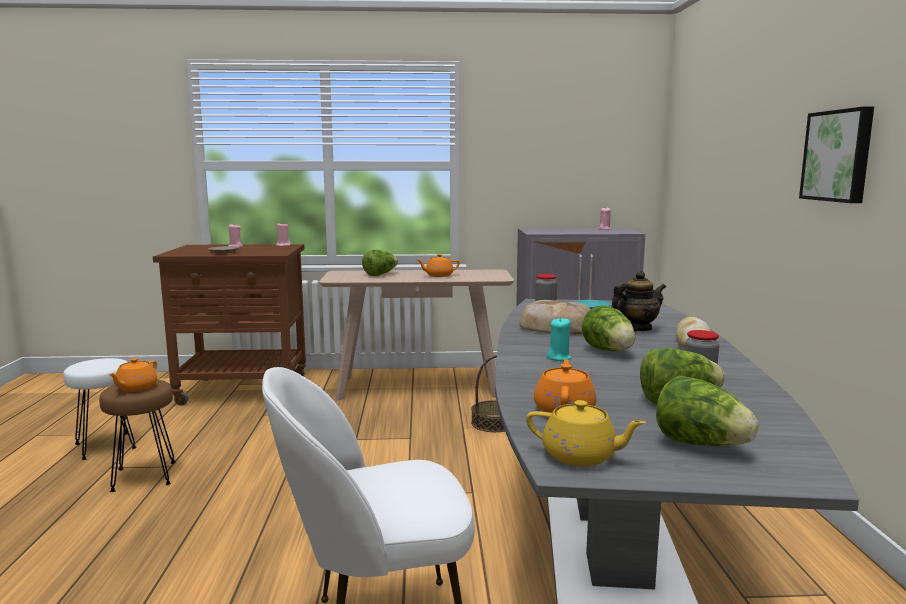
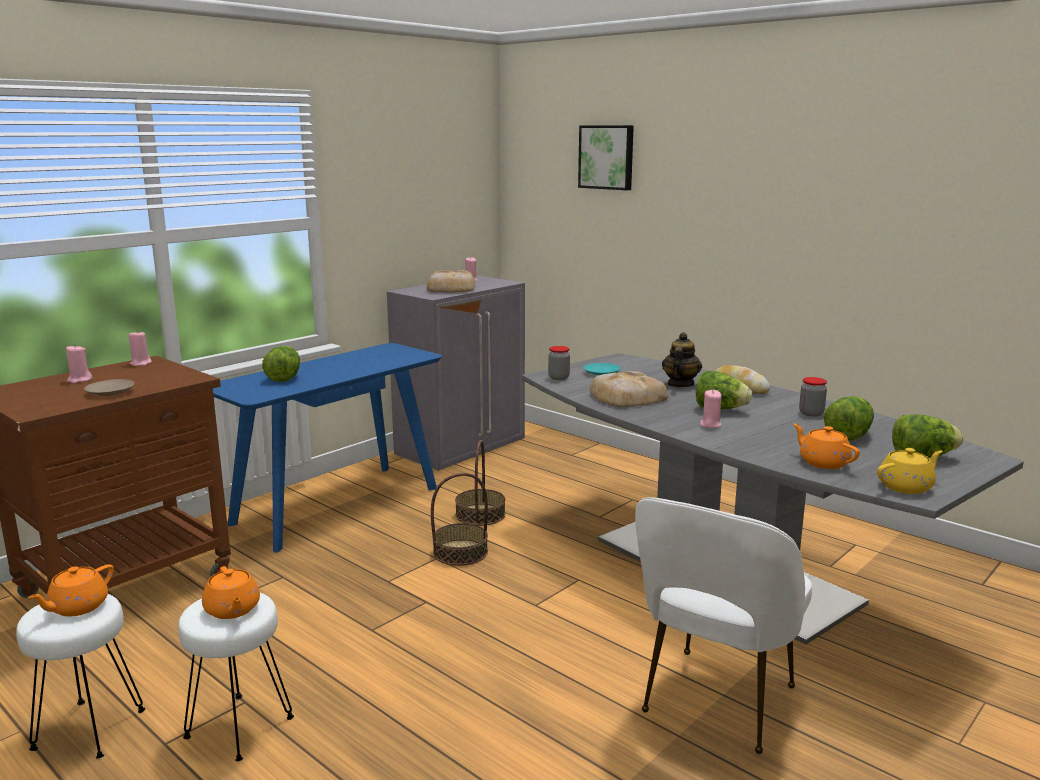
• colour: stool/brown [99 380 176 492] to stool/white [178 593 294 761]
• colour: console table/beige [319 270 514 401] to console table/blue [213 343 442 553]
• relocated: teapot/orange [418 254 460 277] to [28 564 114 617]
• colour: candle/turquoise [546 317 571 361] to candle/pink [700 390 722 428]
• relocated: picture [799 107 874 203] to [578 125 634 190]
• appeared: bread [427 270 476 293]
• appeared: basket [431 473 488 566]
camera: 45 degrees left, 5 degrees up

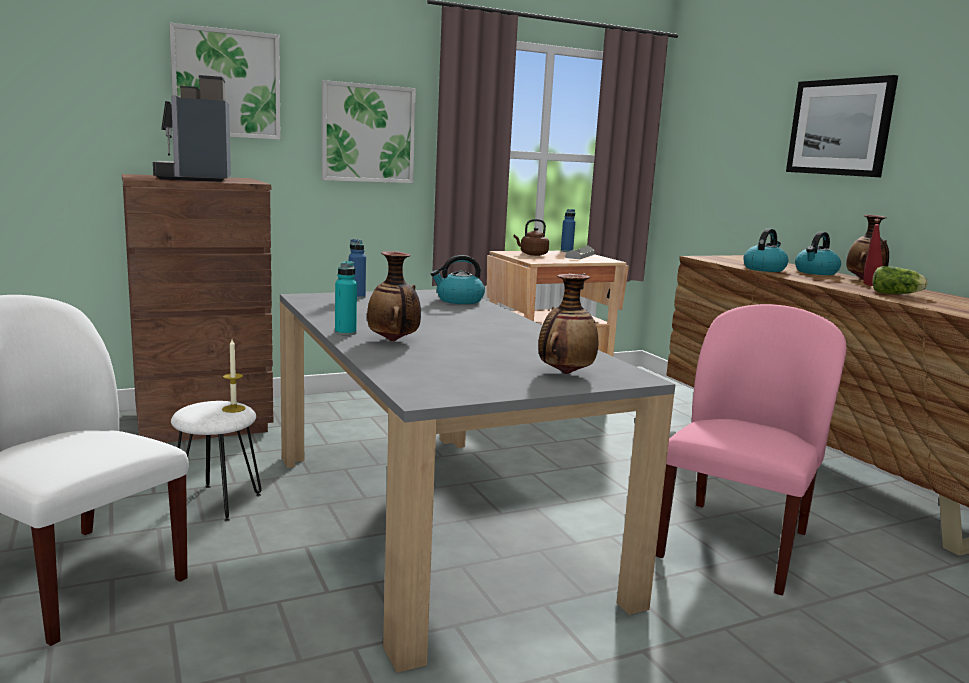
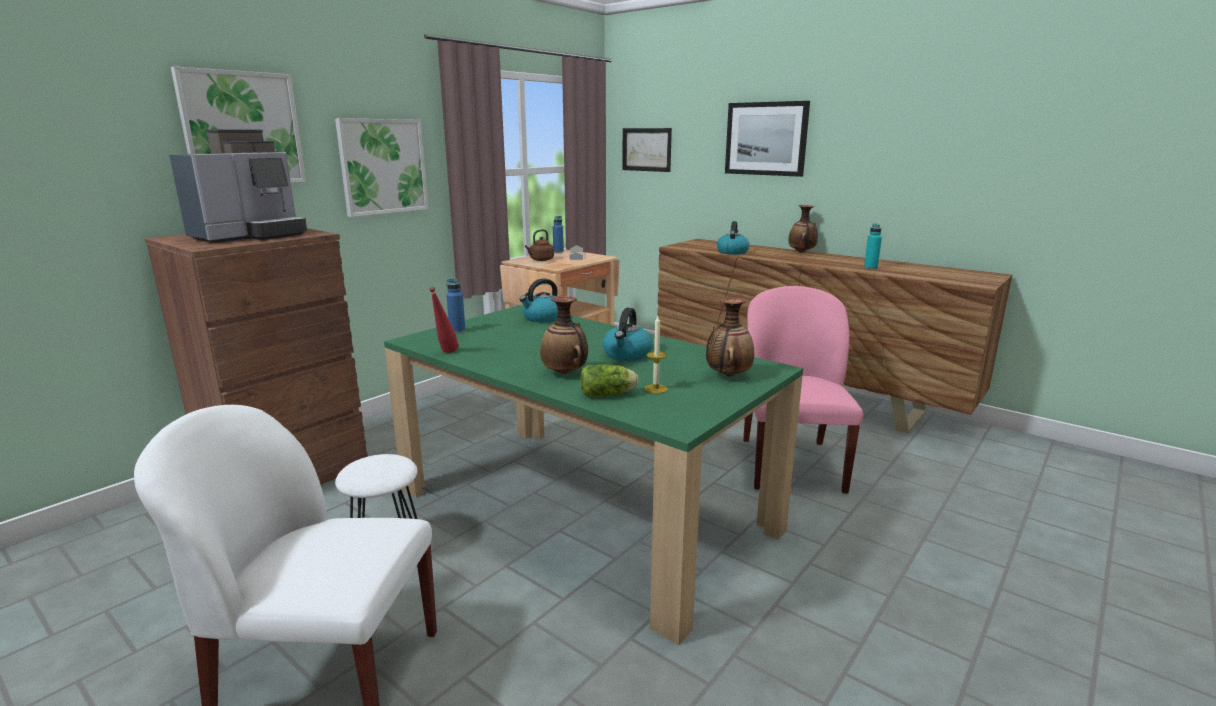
• spun: coffee machine [153 75 231 182] = [169 129 307 243] 105 degrees counterclockwise
• relocated: candle [222 339 245 413] to [644 316 668 394]
• colour: dining table/grey [280 289 675 673] to dining table/green [384 305 803 645]
• relocated: bottle/turquoise [335 261 357 336] to [864 223 882 269]
• relocated: kettle [795 232 841 275] to [603 308 653 361]
• relocated: bottle/red [863 219 883 286] to [429 287 459 353]
• relocated: lettuce [872 266 928 294] to [580 364 638 397]
• appeared: picture [622 128 672 172]
camera: 25 degrees left, 5 degrees up

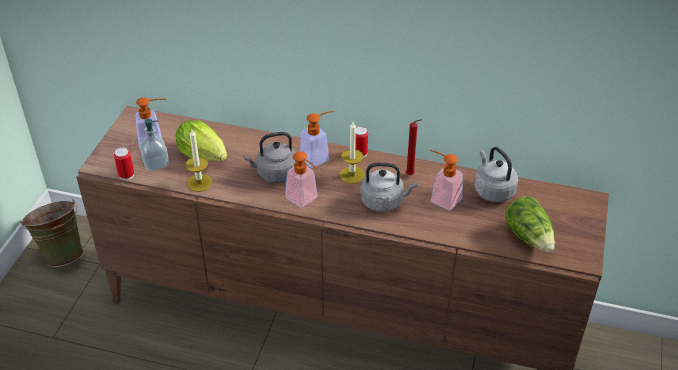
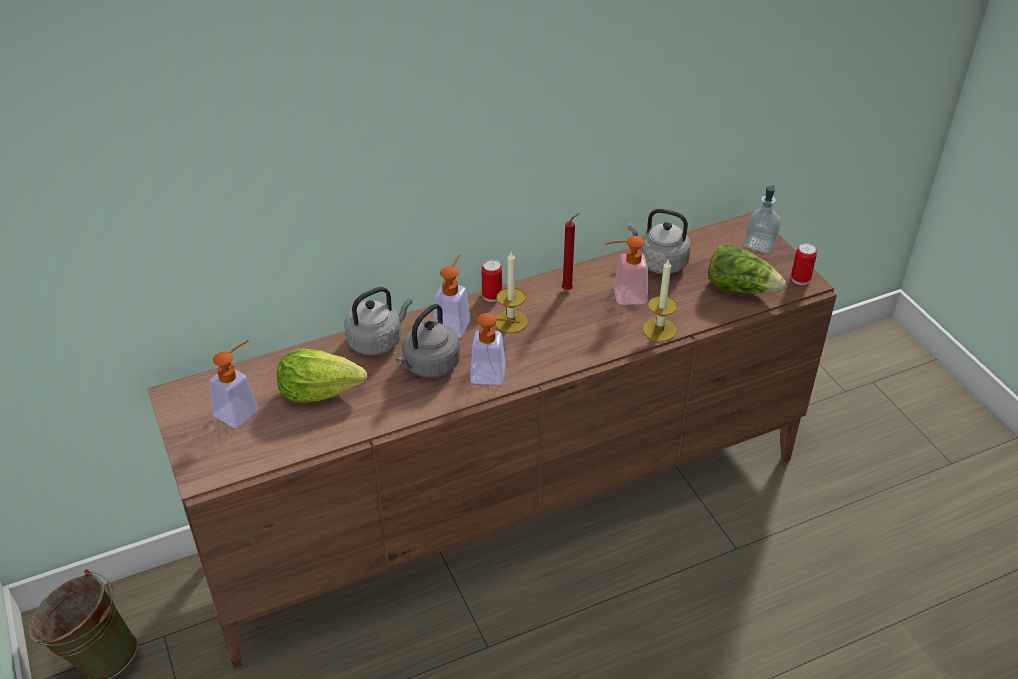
• relocated: can [114 148 134 180] to [791 243 817 285]
• relocated: soap dispenser [140 119 169 172] to [744 185 781 253]
• relocated: candle [186 130 212 192] to [643 258 677 342]
• relocated: kettle/grey [360 162 417 212] to [344 287 412 355]
camera: 40 degrees left, 0 degrees up

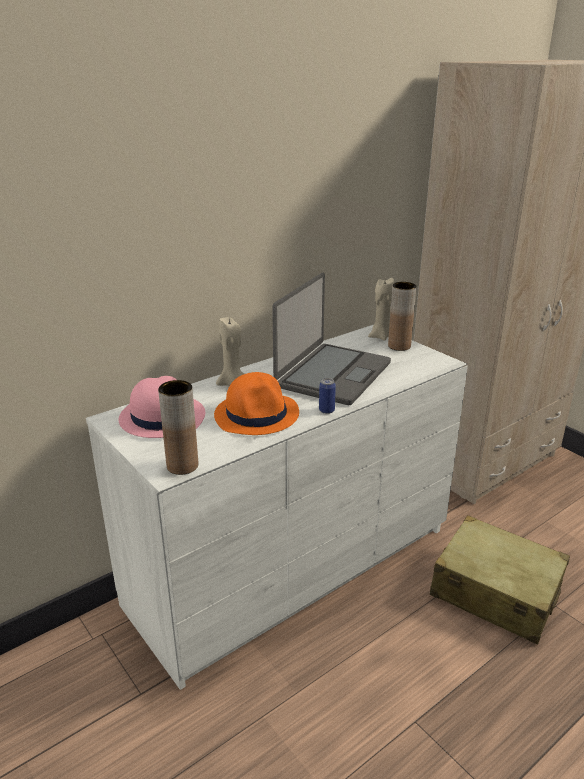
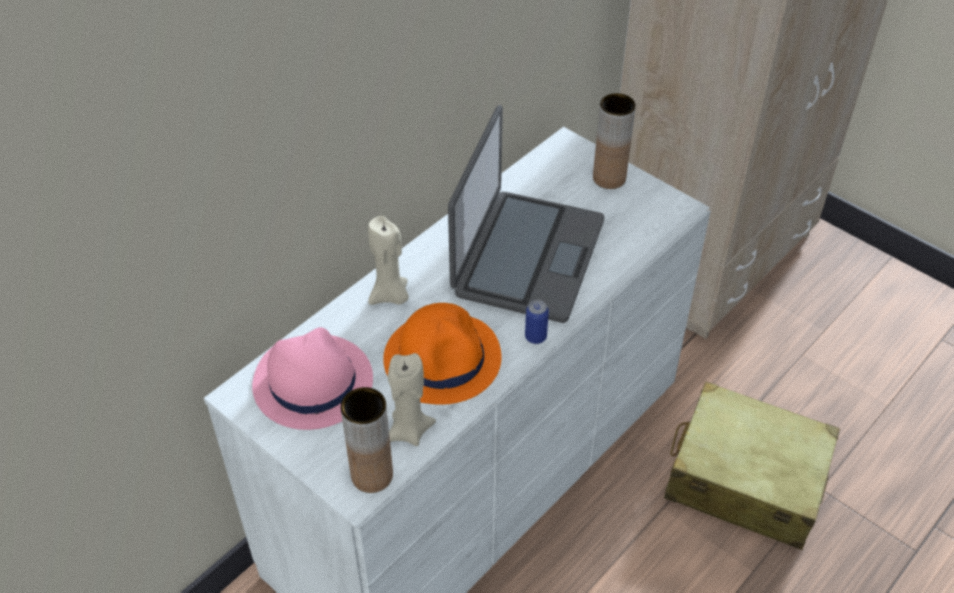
• relocated: candle/beige [368 278 394 341] to [388 353 436 446]
camera: 10 degrees left, 20 degrees up

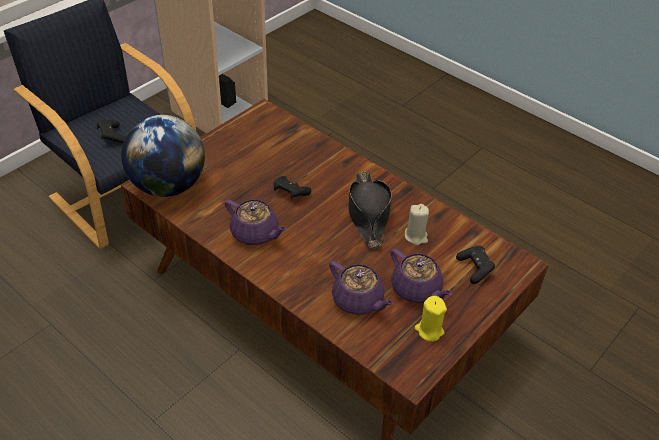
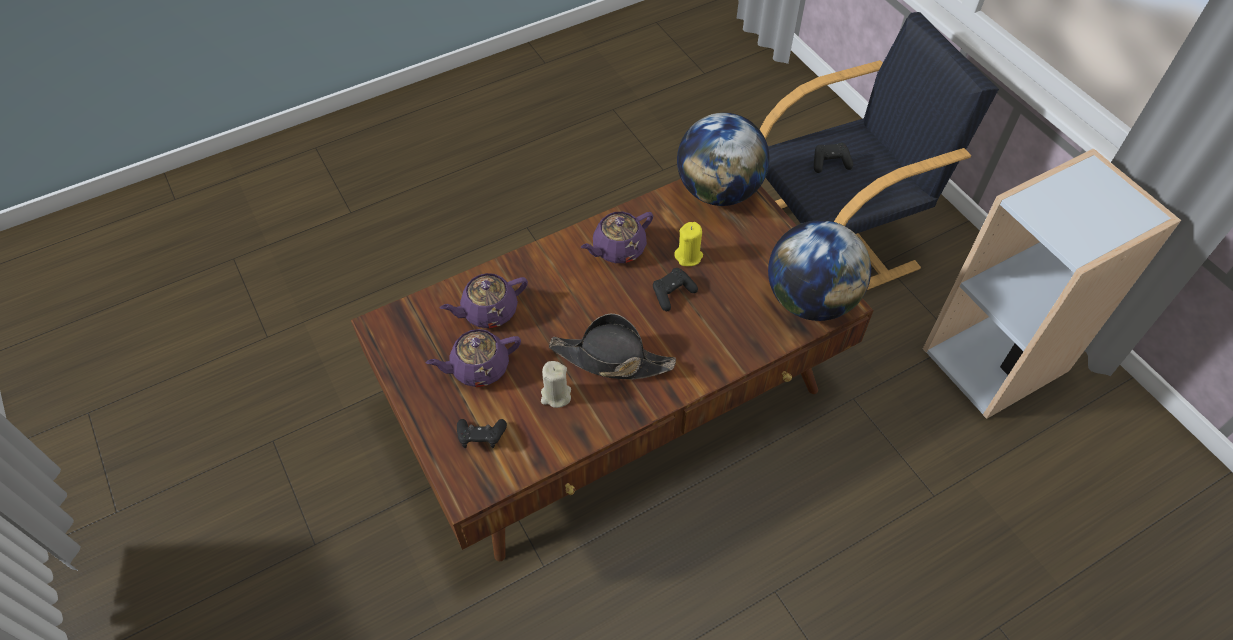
• relocated: candle/yellow [415 296 447 342] to [674 222 703 266]
• appeared: globe [768 220 871 321]
camera: 110 degrees right, 10 degrees up

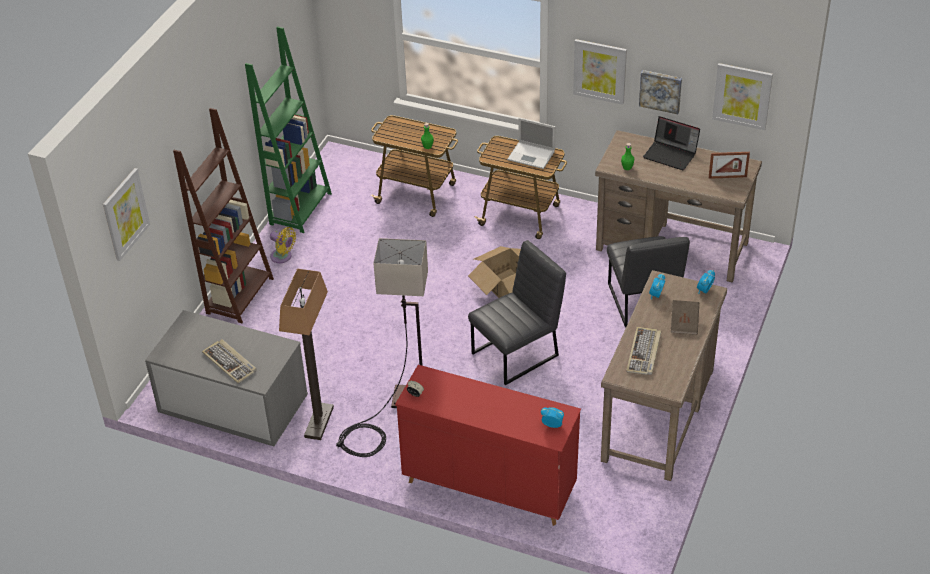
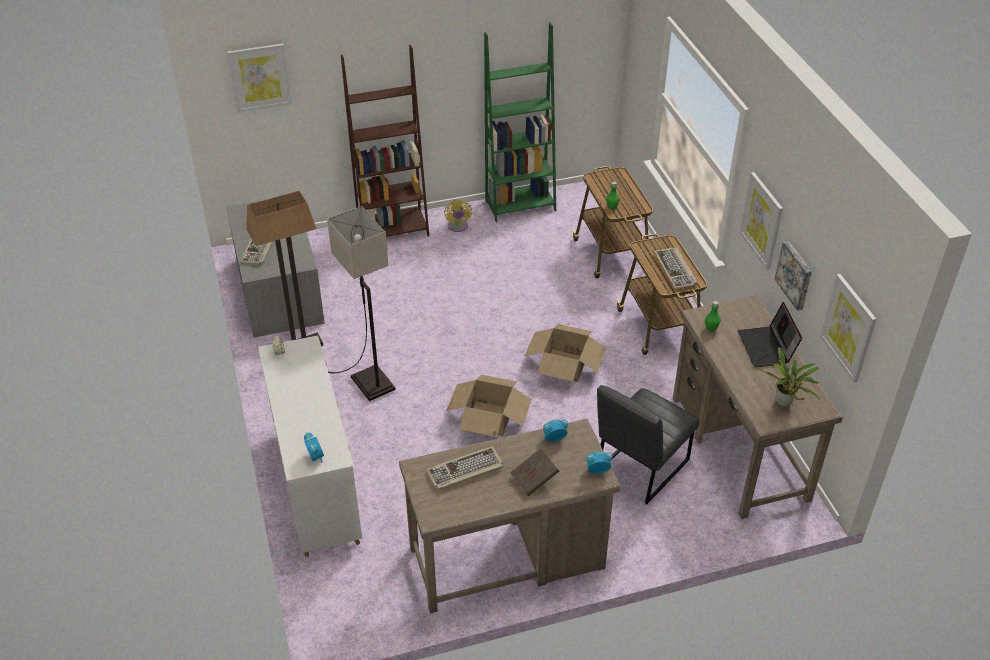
• colour: cabinet/red [395 365 581 526] to cabinet/white [258 335 362 557]
• exchanged: chair/grey [468 240 566 385] to cardboard box [446 375 532 437]
• exchanged: laptop [507 118 555 169] to keyboard [654 247 697 289]
• exchanged: picture frame [709 152 750 179] to potted plant [753 348 820 407]
camera: 50 degrees right, 0 degrees up

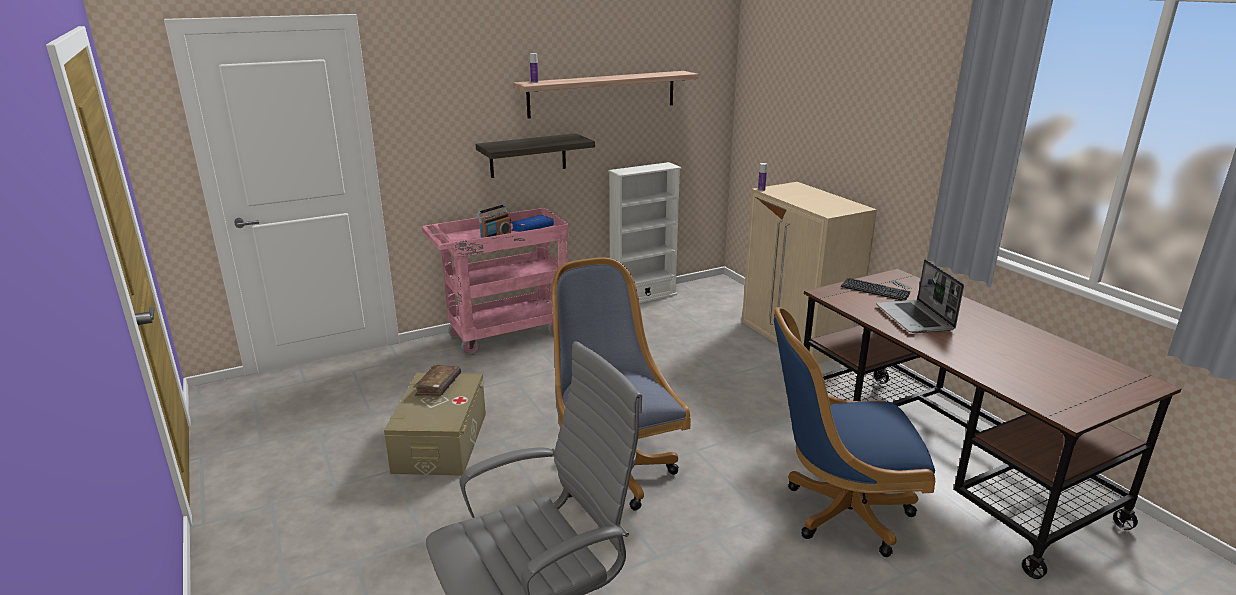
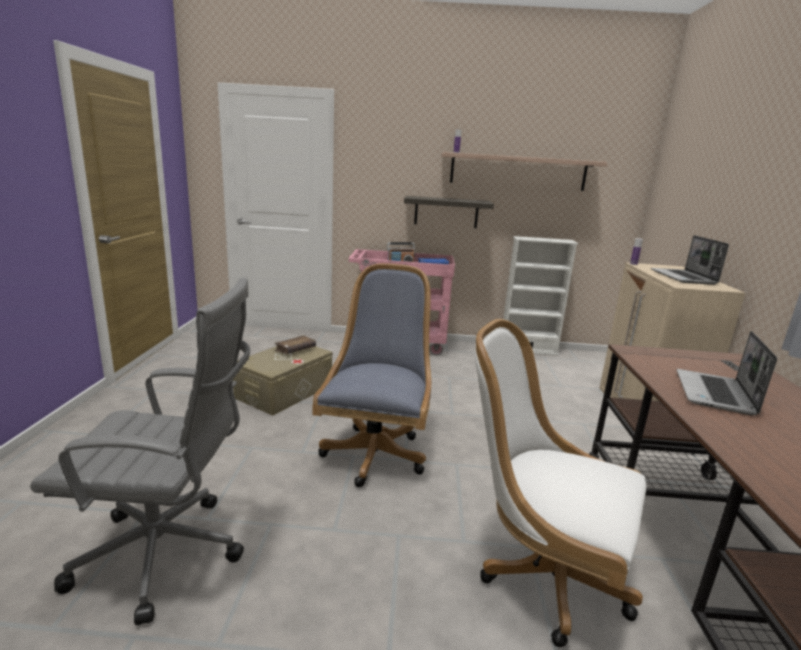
• colour: office chair/blue [774 307 935 557] to office chair/white [475 319 646 647]
• missing: keyboard [841 278 911 301]
• appeared: laptop [651 235 729 285]
camera: 30 degrees right, 5 degrees down

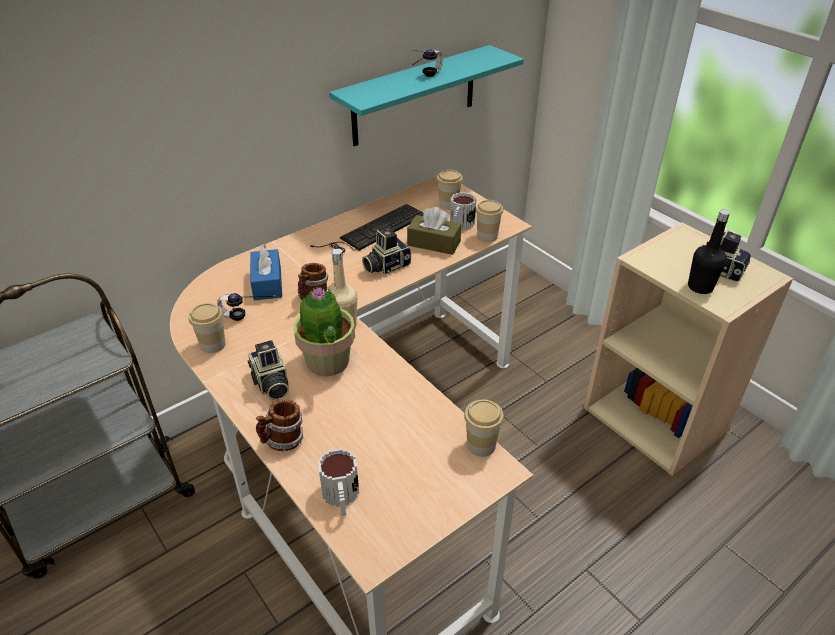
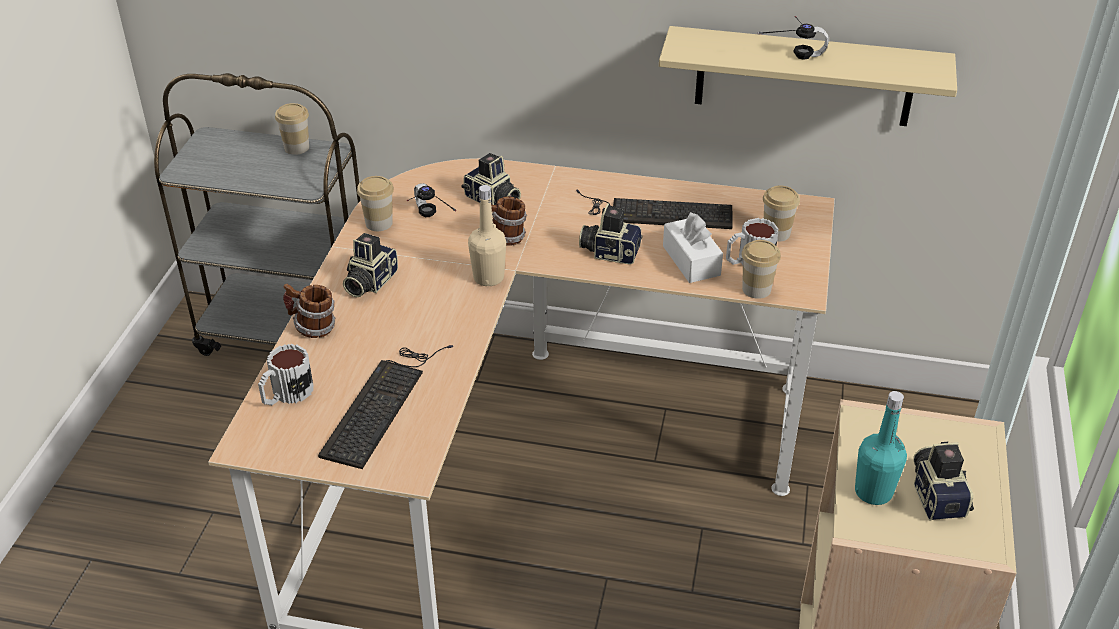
• exchanged: tissue box/blue [250 244 282 300] to photo camera [461 153 521 205]
• missing: potted plant [294 287 355 376]
• colour: shelf/turquoise [329 45 524 146] to shelf/beige [659 26 957 126]
• colour: tissue box/brown [407 207 461 255] to tissue box/white [663 212 723 283]
• relocated: cup [464 400 504 457] to [275 103 309 155]
• colour: bottle/black [688 210 730 294] to bottle/turquoise [855 391 907 505]
• appeared: keyboard [318 345 453 469]
camera: 50 degrees right, 0 degrees up

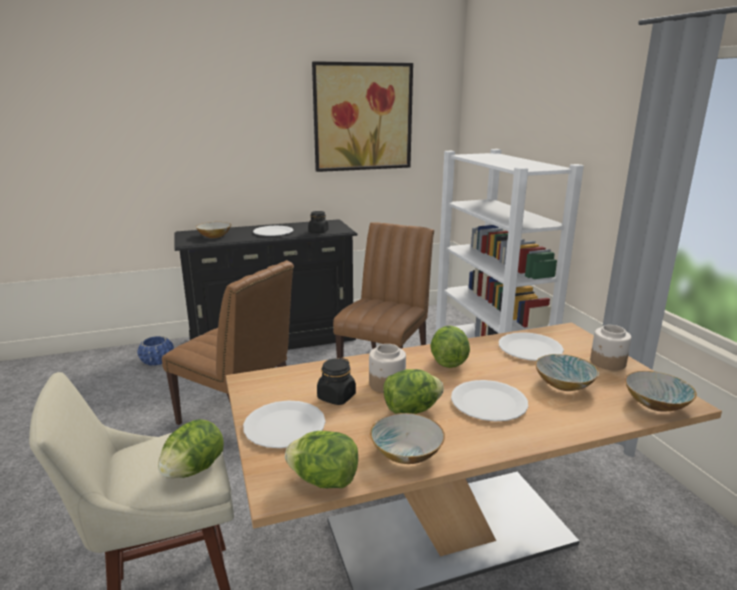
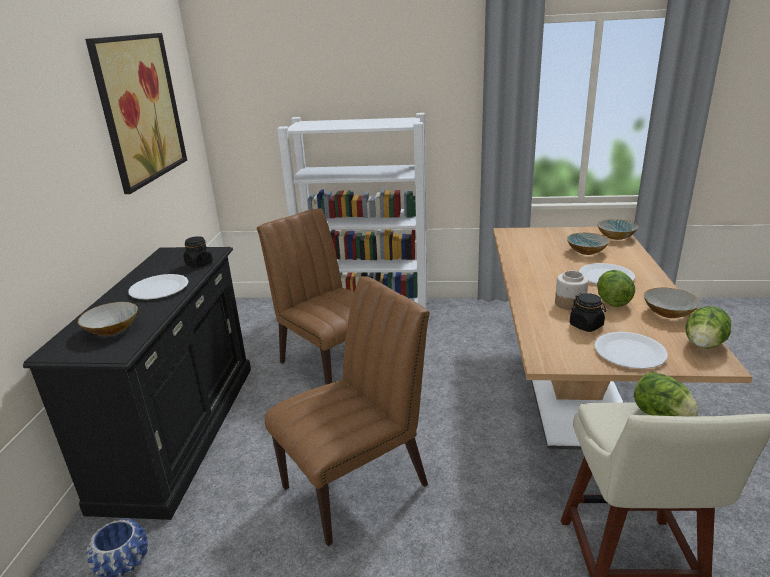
• missing: lettuce [430 326 470 368]
• missing: plate/white [499 332 564 361]
• missing: jar [590 325 632 370]
camera: 65 degrees left, 5 degrees up

